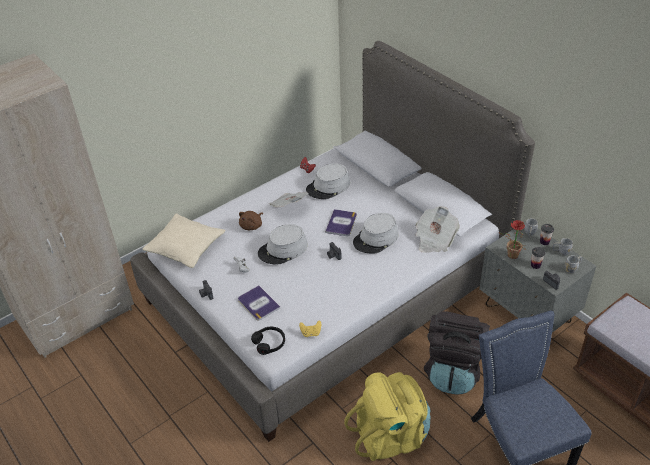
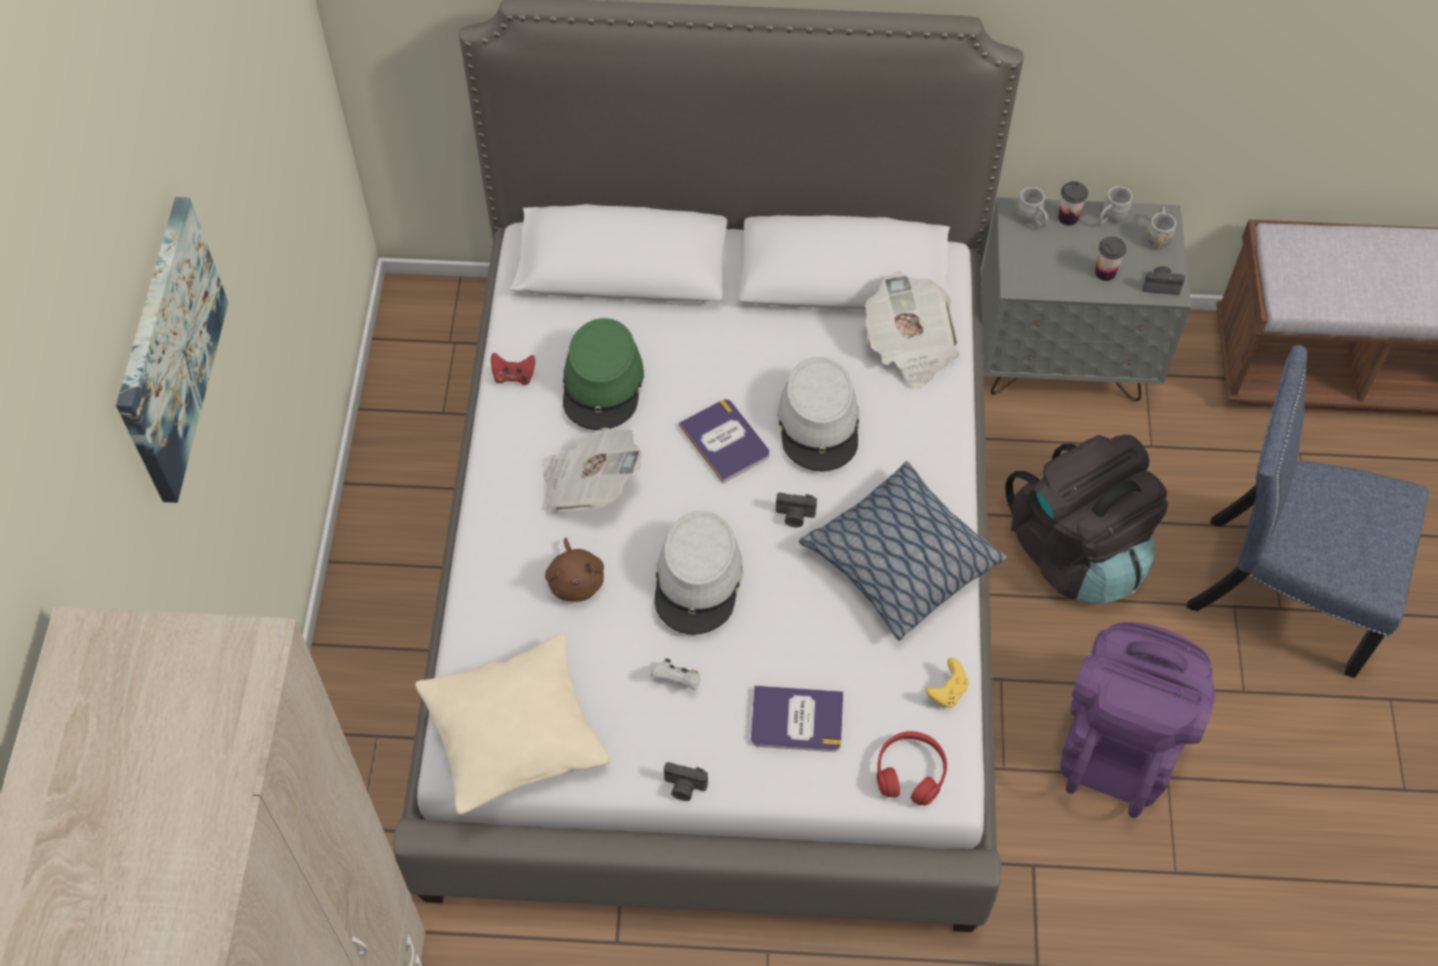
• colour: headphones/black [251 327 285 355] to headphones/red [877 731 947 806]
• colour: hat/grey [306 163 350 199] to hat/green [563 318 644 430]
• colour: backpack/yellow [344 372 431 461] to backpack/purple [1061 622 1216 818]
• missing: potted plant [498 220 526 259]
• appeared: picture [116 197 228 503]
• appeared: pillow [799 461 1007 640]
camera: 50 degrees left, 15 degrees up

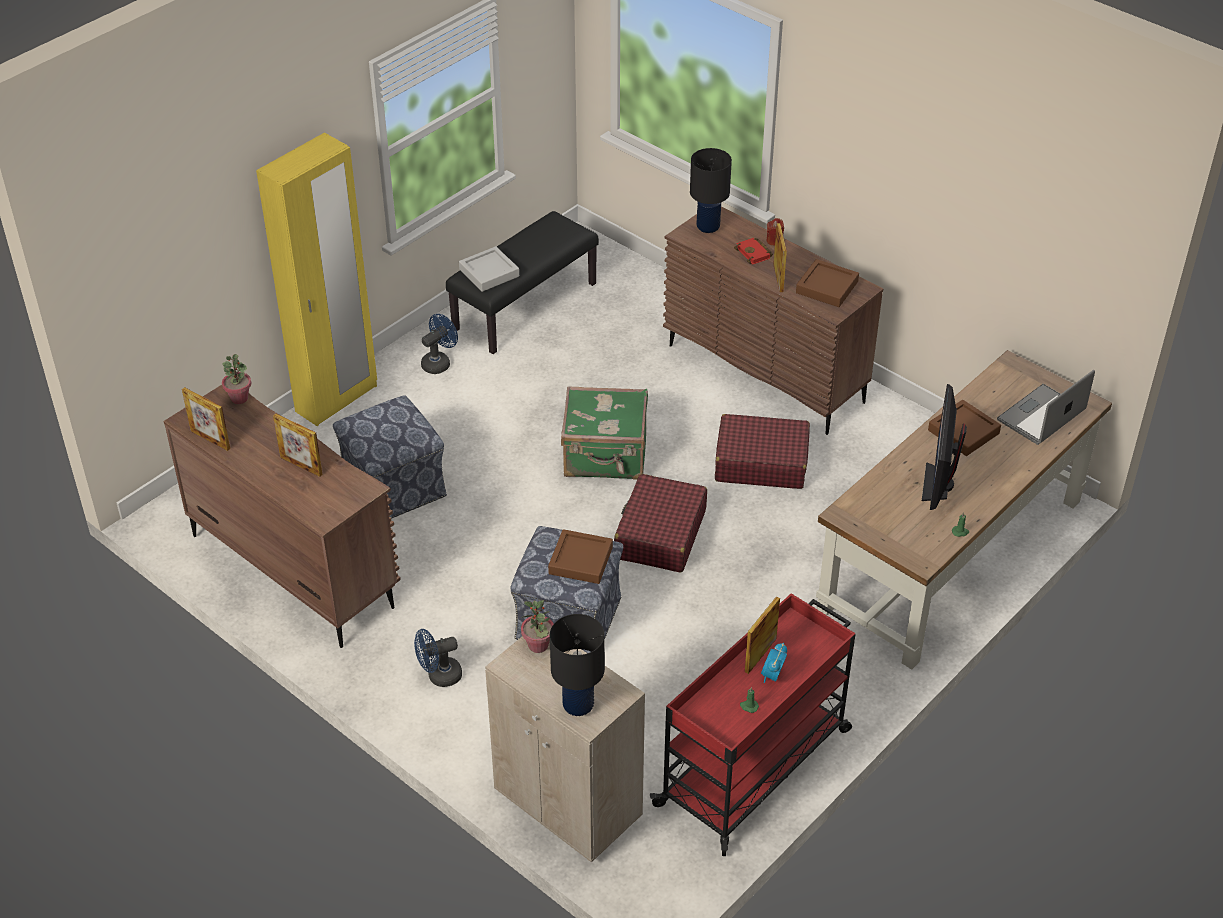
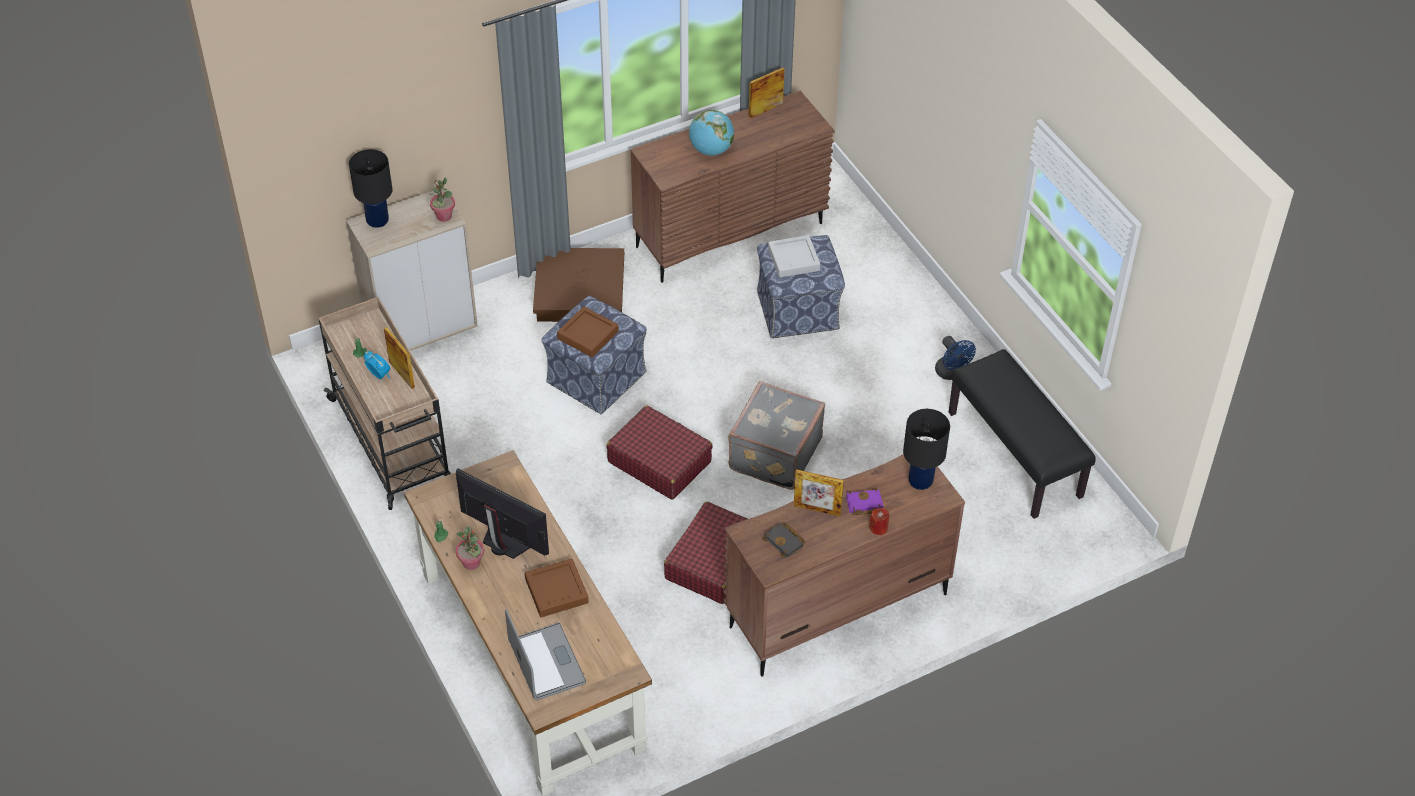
• relocated: potted plant [222 354 251 404] to [456 526 484 570]
• missing: wardrobe/yellow [256 132 377 426]
• exchanged: picture frame [273 414 323 477] to globe [689 110 734 156]
• exchanged: fan/blue [414 629 462 687] to storage box/brown [533 248 624 322]
• relocated: tray/grey [459 246 519 292] to [768 235 820 278]
• colour: suitcase/green [561 386 648 480] to suitcase/grey [728 381 825 490]
• colour: cart/red [650 593 855 856] to cart/beige [318 297 452 510]
• colour: book/red [734 238 773 264] to book/purple [846 488 883 515]
• exchanged: tray/brown [796 259 859 307] to book/black [762 523 805 558]
camera: 110 degrees right, 5 degrees up

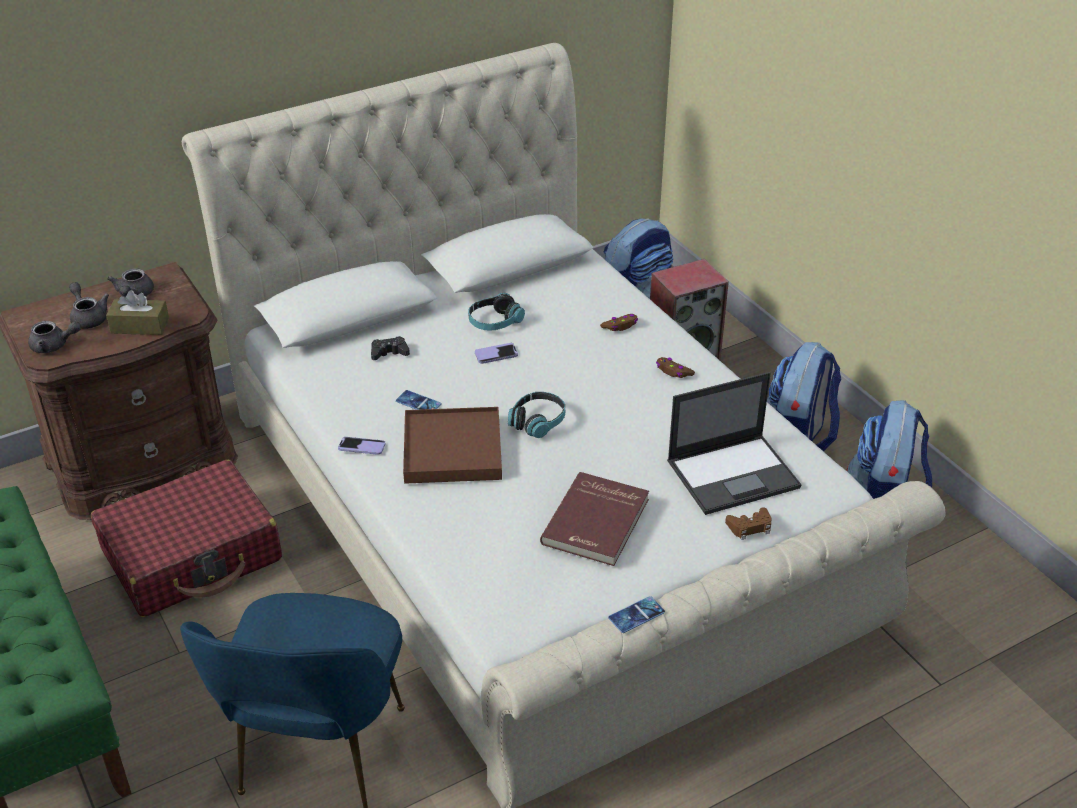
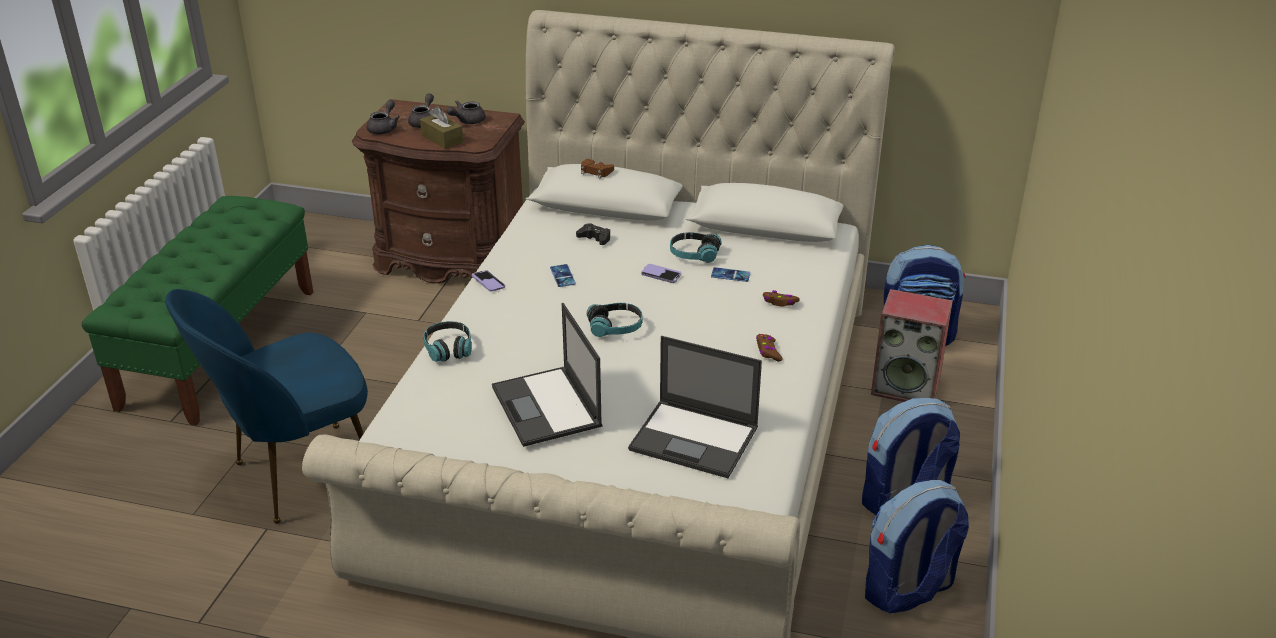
• spun: teapot/grey [28 321 81 353] = [367 100 400 134] 120 degrees counterclockwise
• missing: suitcase/red [91 460 282 617]
• missing: tray/brown [403 407 502 484]
• exchanged: book/red [540 472 649 566] to laptop [492 303 603 447]
• relocated: phone [608 596 665 633] to [711 267 751 282]
• relocated: game controller/brown [725 507 772 540] to [581 159 614 179]
• appeared: headphones [424 321 472 362]
camera: 45 degrees right, 5 degrees down

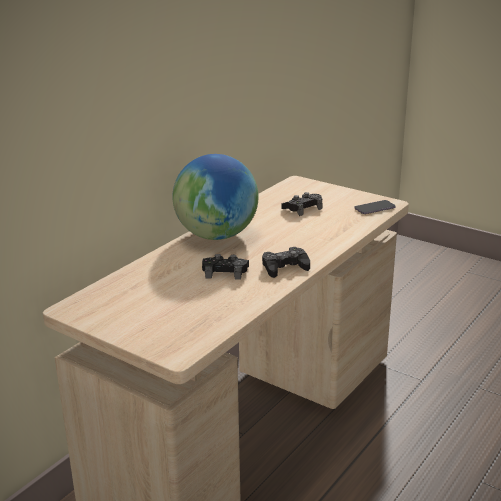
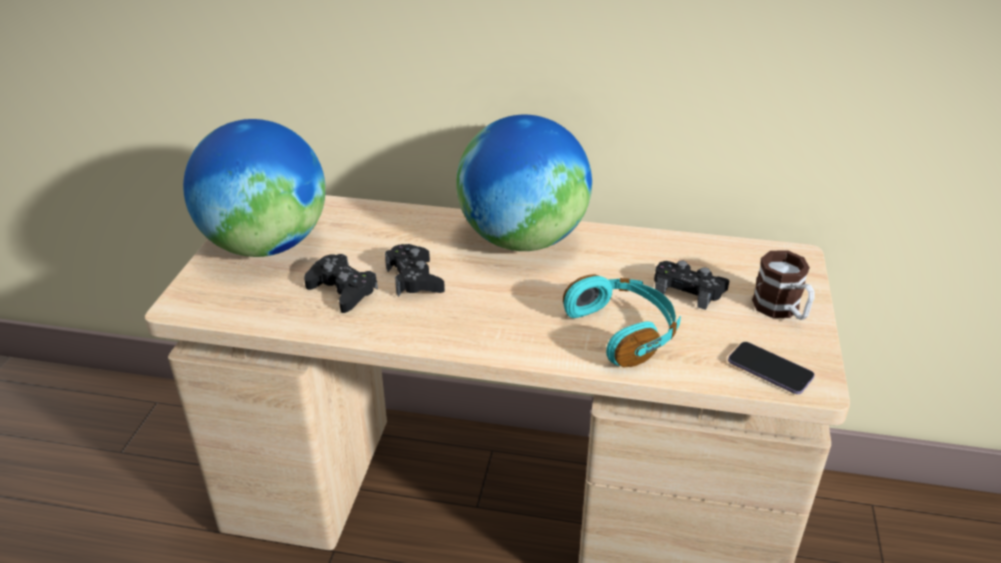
• relocated: game controller/black [262 247 310 278] to [304 254 378 313]
• appeared: globe [183 119 326 257]
• appeared: headphones/turquoise [563 274 681 368]
• appeared: mug [752 250 815 320]
camera: 65 degrees right, 10 degrees up

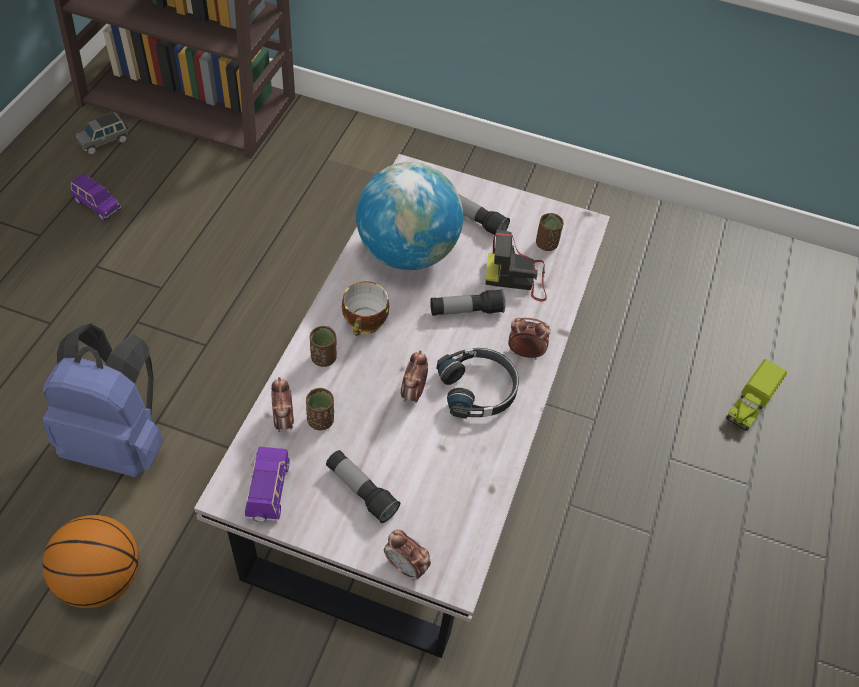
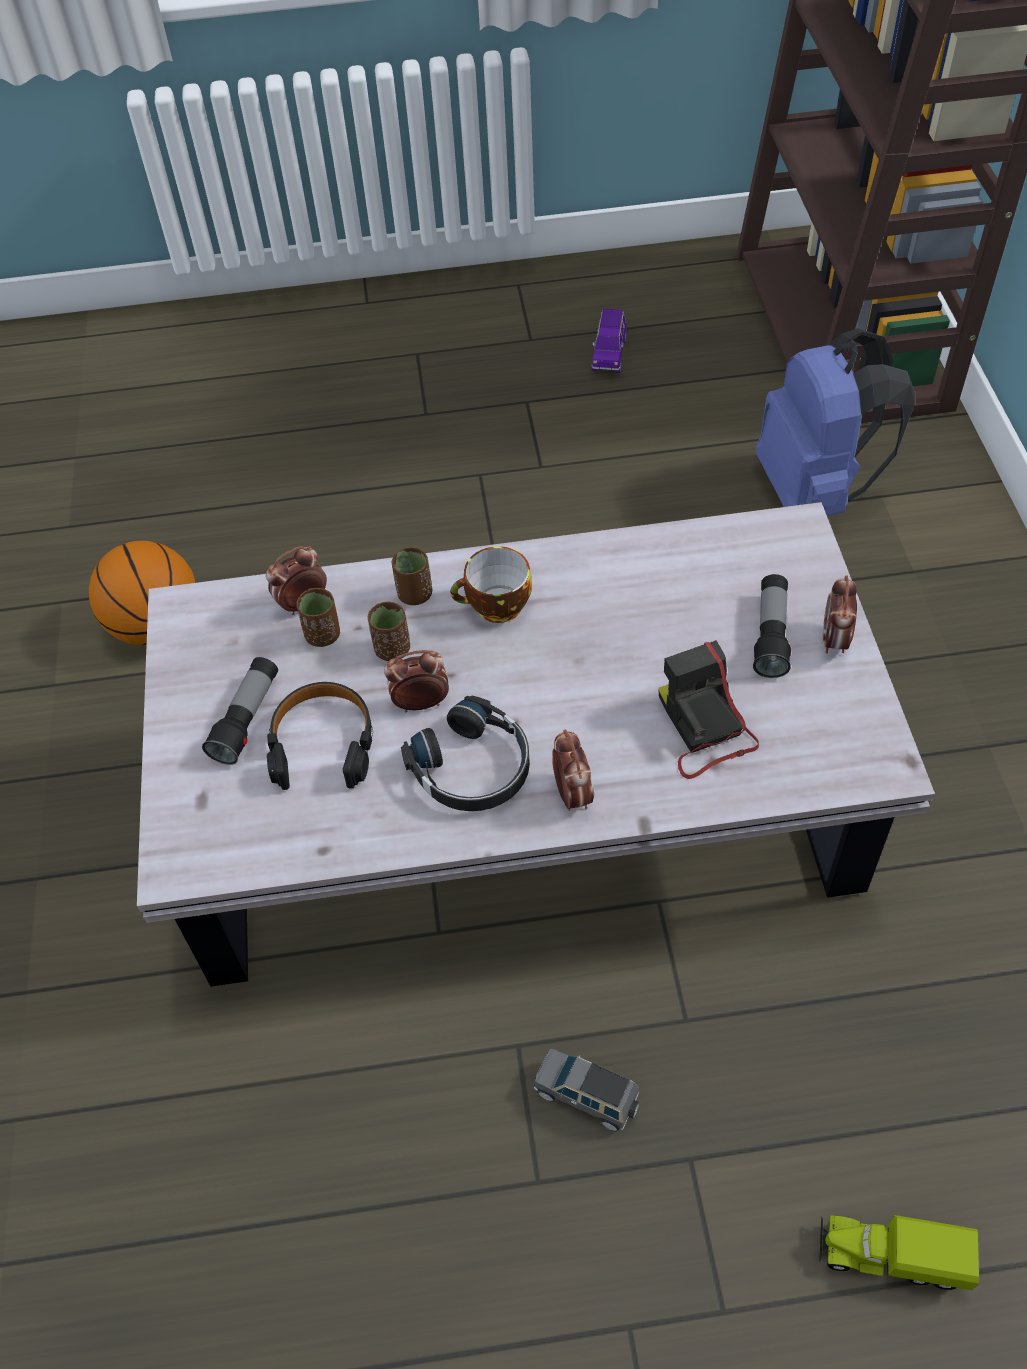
• relocated: backpack/blue [43 323 163 477] to [756 328 915 516]
• relocated: toy car/grey [76 112 128 155] to [534 1049 640 1132]
• missing: toy car/purple [245 447 290 522]
• missing: globe [356 162 463 270]
• relocated: alarm clock [384 530 431 581] to [823 575 857 653]
• missing: flashlight [430 289 505 316]
• relocated: cup/brown [536 213 563 251] to [368 602 410 661]
• appeared: headphones/black [267 682 373 790]
camera: 70 degrees right, 0 degrees up

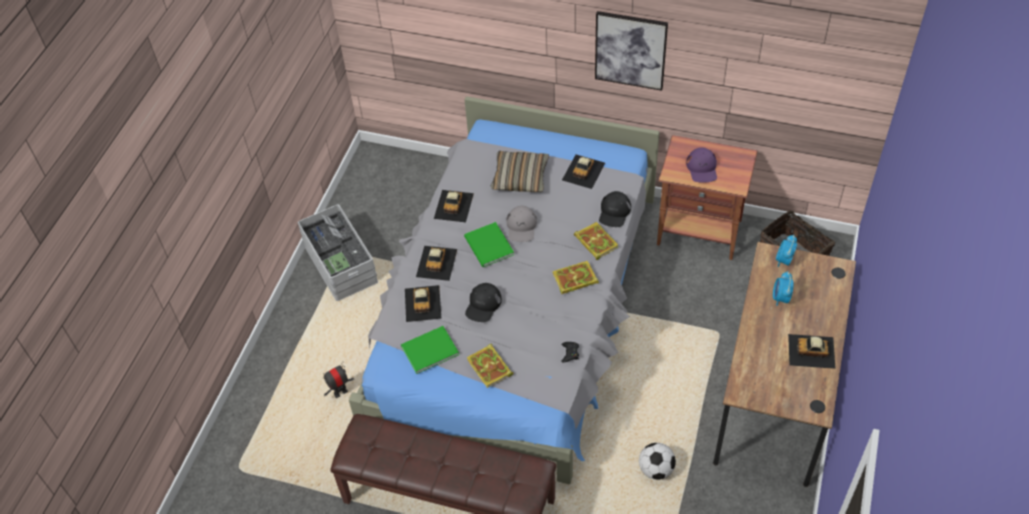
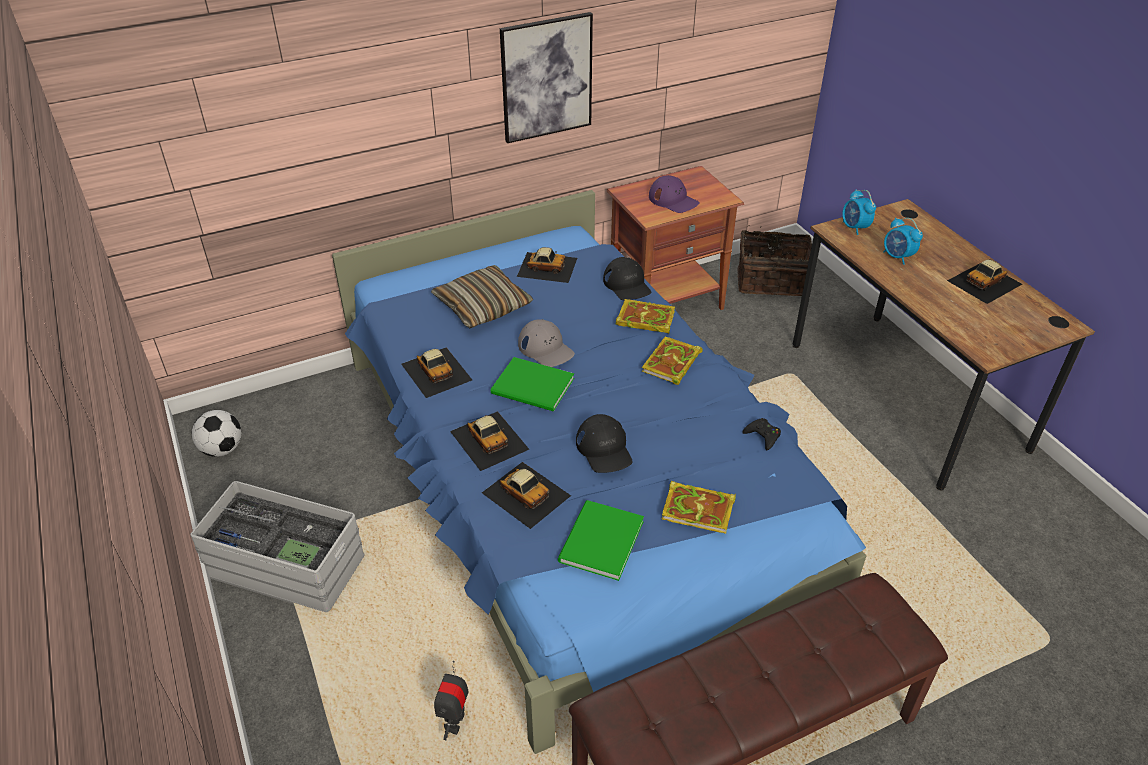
• colour: bed/grey [349 96 660 484] to bed/blue [332 190 866 754]
• spun: toy car [562 154 605 189] = [517 247 577 283] 60 degrees counterclockwise
• relocated: football [639 443 676 480] to [192 410 241 457]
camera: 45 degrees left, 10 degrees down

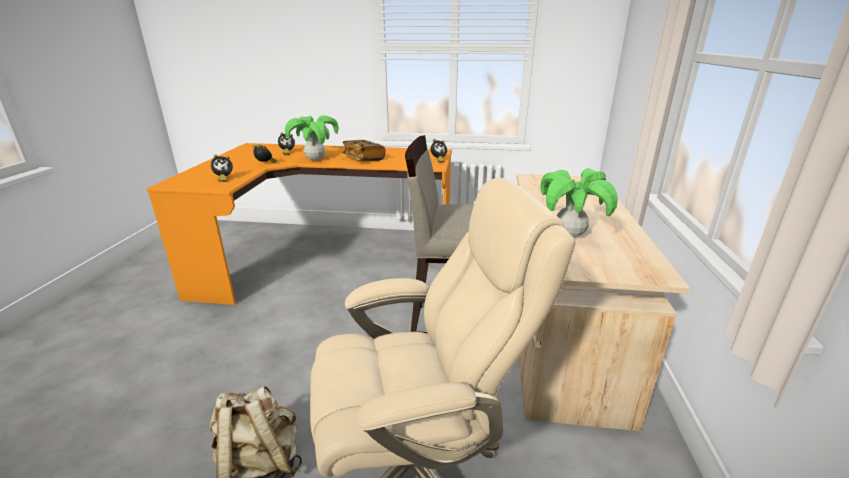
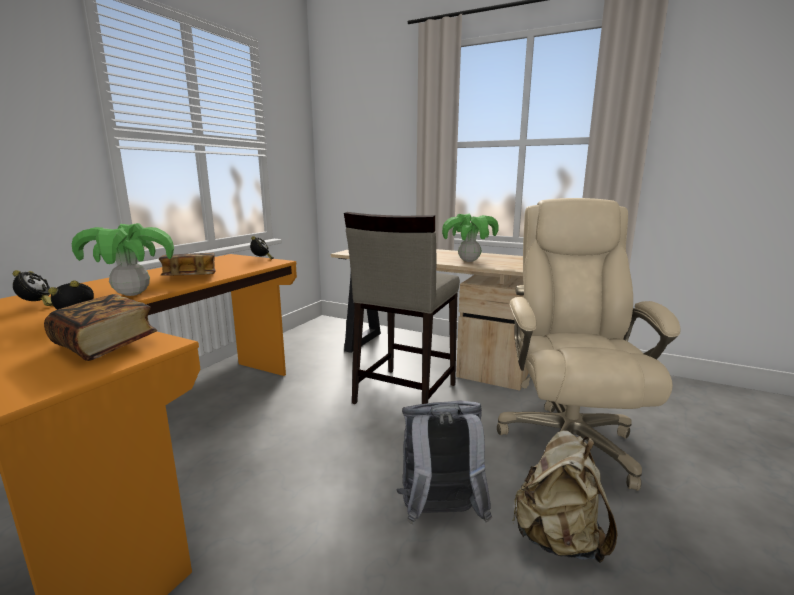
• exchanged: alarm clock [211 155 233 182] to book [44 294 158 361]
• appeared: backpack/grey [397 401 492 525]
camera: 70 degrees left, 10 degrees down

